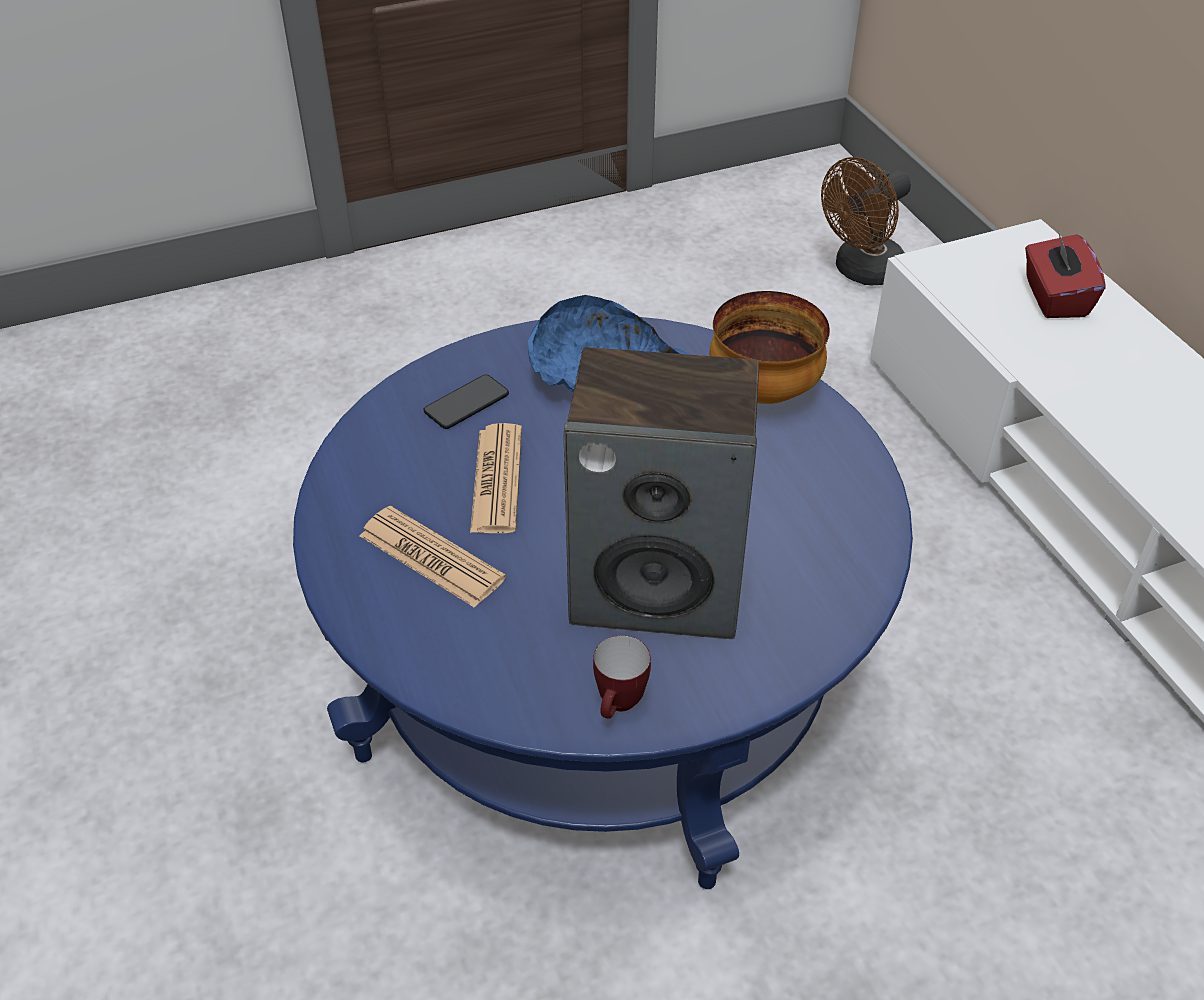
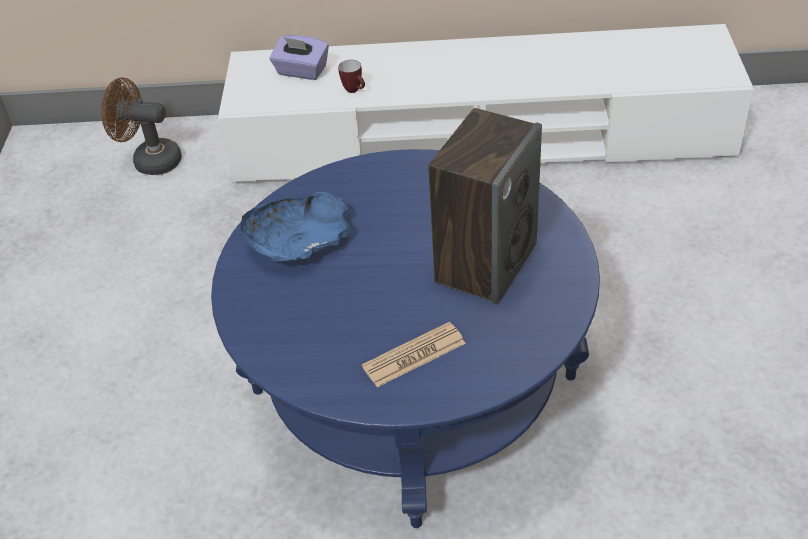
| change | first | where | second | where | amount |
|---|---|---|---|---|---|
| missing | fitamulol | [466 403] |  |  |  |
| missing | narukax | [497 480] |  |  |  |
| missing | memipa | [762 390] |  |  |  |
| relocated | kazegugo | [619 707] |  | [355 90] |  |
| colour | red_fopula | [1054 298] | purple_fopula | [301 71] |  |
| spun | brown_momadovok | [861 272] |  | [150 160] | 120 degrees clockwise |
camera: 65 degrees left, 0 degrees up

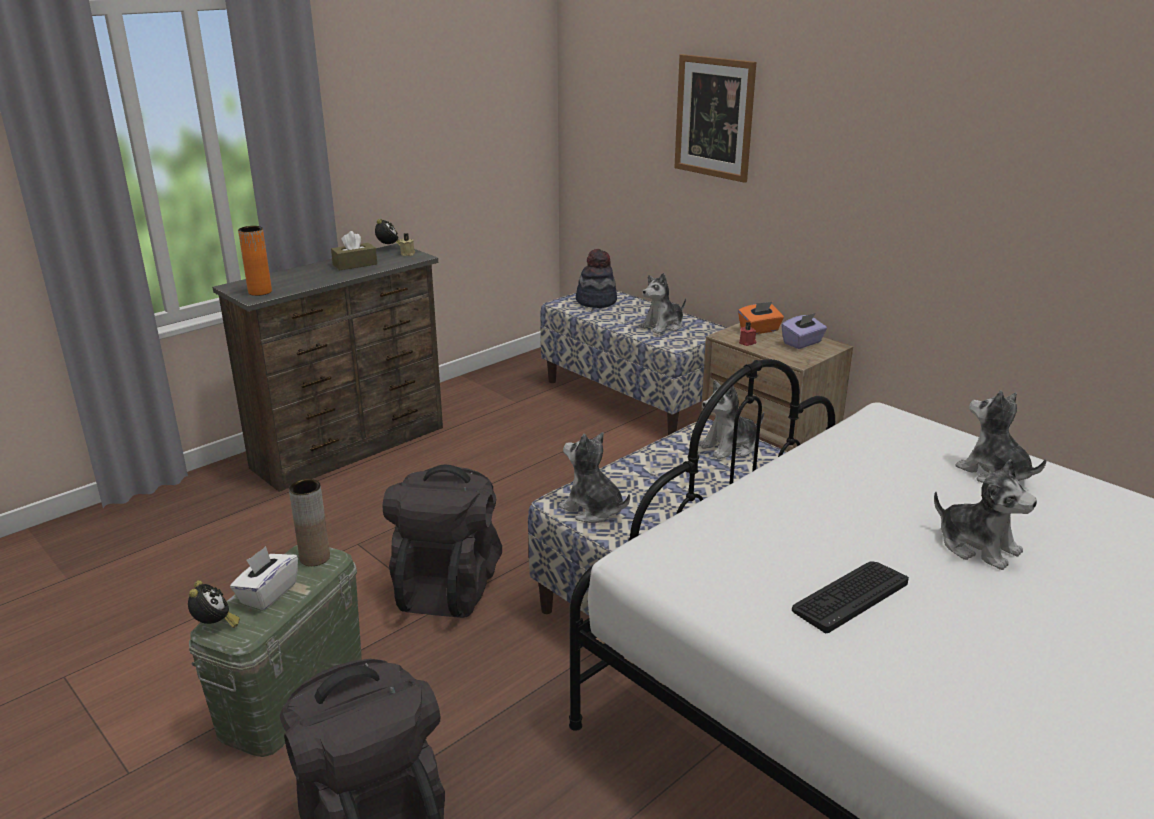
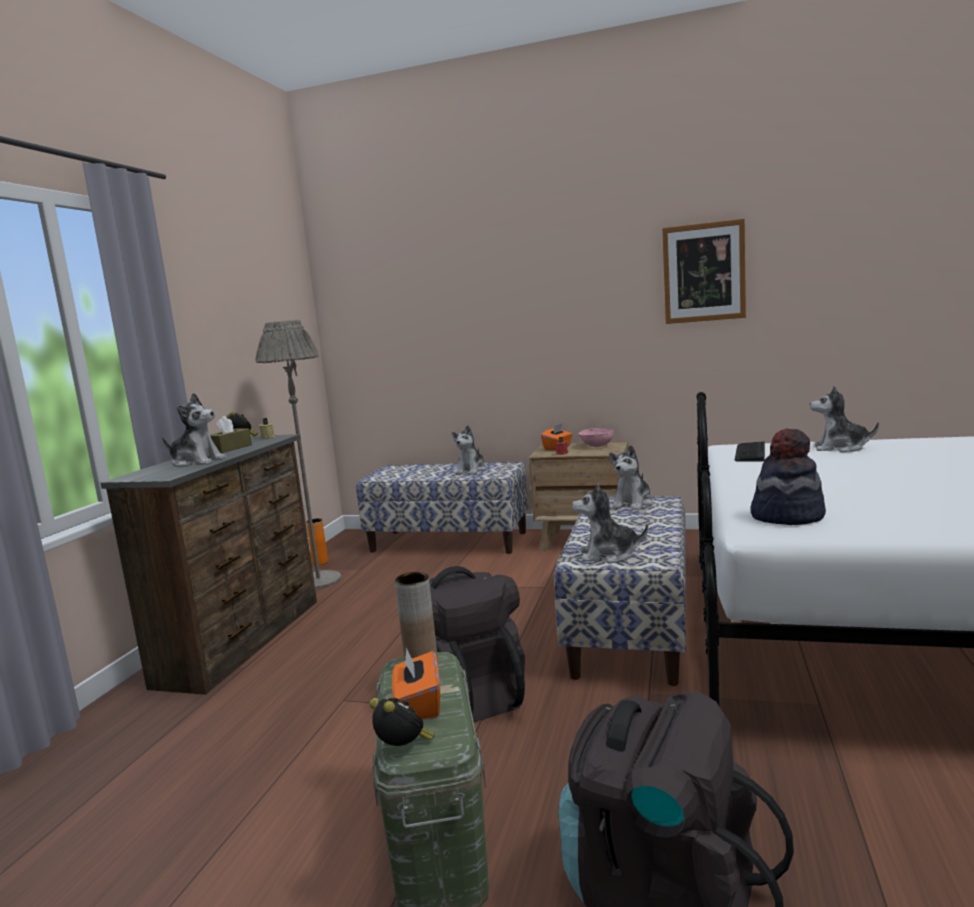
| change | first | where | second | where | amount |
|---|---|---|---|---|---|
| appeared |  |  | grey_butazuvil | [318 580] |  |
| relocated | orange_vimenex | [260 292] |  | [320 562] |  |
| relocated | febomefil | [596 301] |  | [787 516] |  |
| relocated | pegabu | [714 117] |  | [703 272] |  |
| relocated | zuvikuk | [849 596] |  | [750 453] |  |
| relocated | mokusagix | [977 546] |  | [197 462] |  |
| exchanged | purple_fopula | [802 343] | pink_memipa | [596 446] |  |
| colour | white_fopula | [267 593] | orange_fopula | [418 705] |  |
camera: 30 degrees left, 15 degrees down

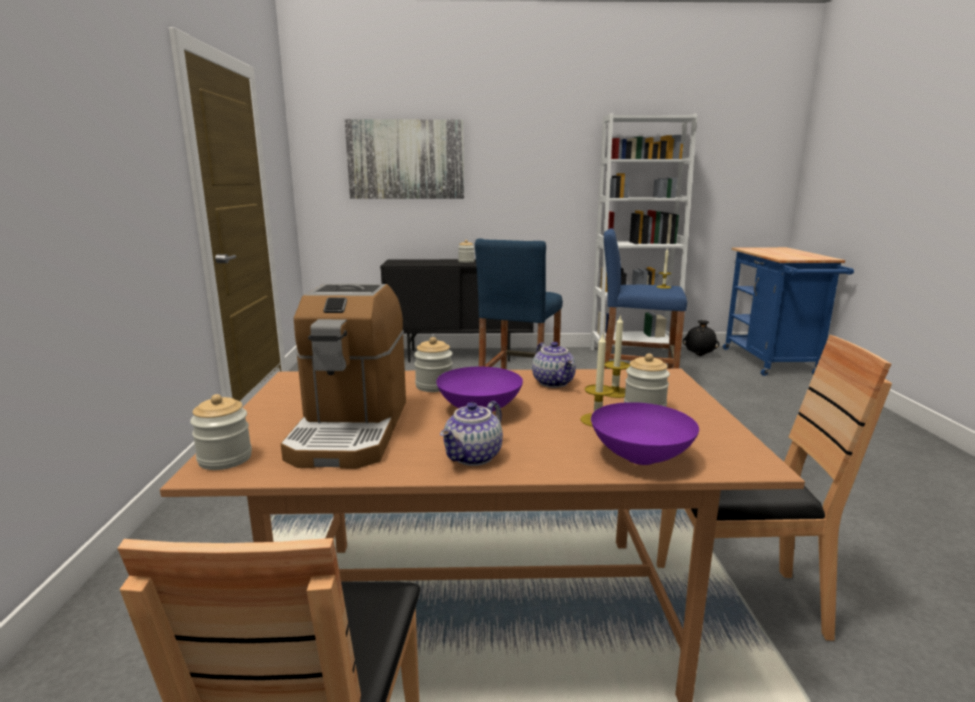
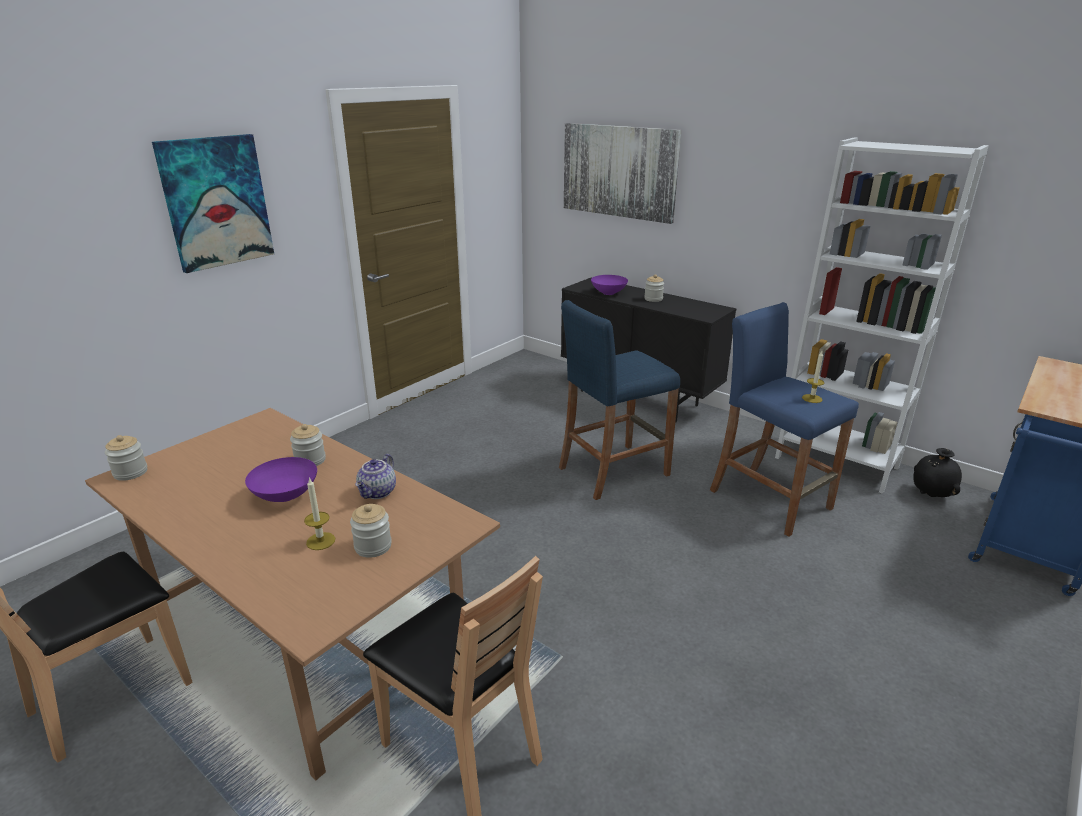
| change | first | where | second | where | amount |
|---|---|---|---|---|---|
| missing | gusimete | [351 429] |  |  |  |
| missing | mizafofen | [474 457] |  |  |  |
| missing | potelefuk | [615 392] |  |  |  |
| appeared |  |  | pegabu | [216 202] |  |
| relocated | purple_memipa | [640 458] |  | [608 293] |  |
camera: 40 degrees right, 10 degrees up

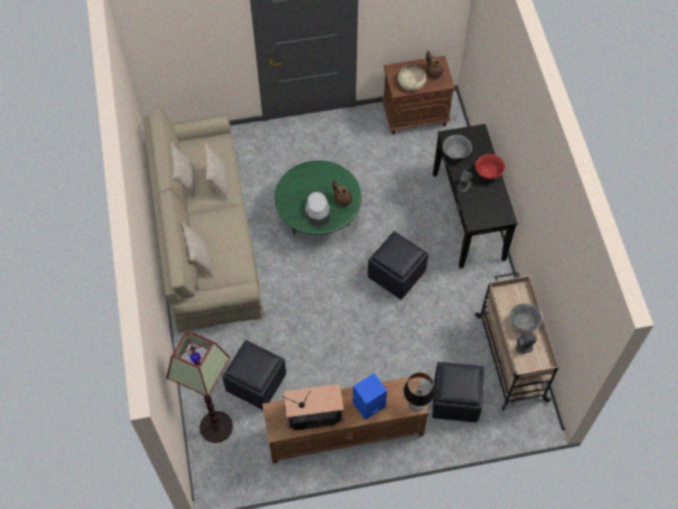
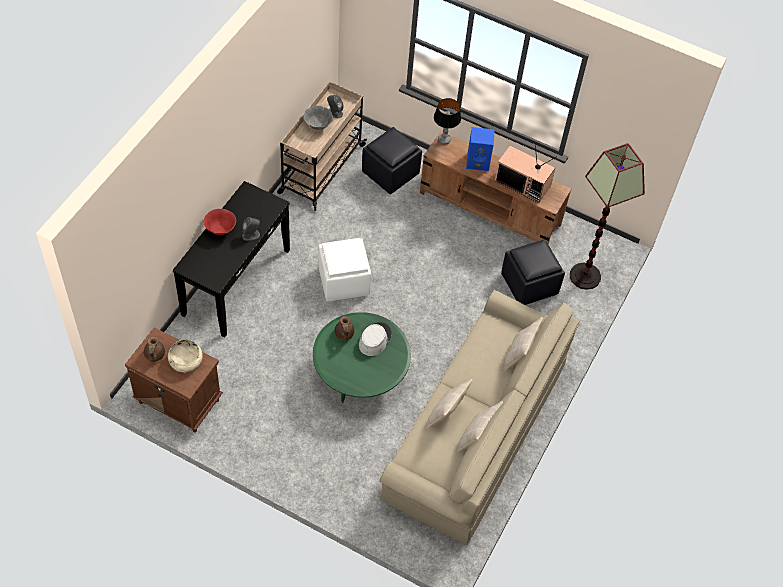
| change | first | where | second | where | amount |
|---|---|---|---|---|---|
| missing | grey_memipa | [456 154] |  |  |  |
| colour | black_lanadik | [396 274] | white_lanadik | [344 281] |  |
camera: 145 degrees left, 5 degrees down

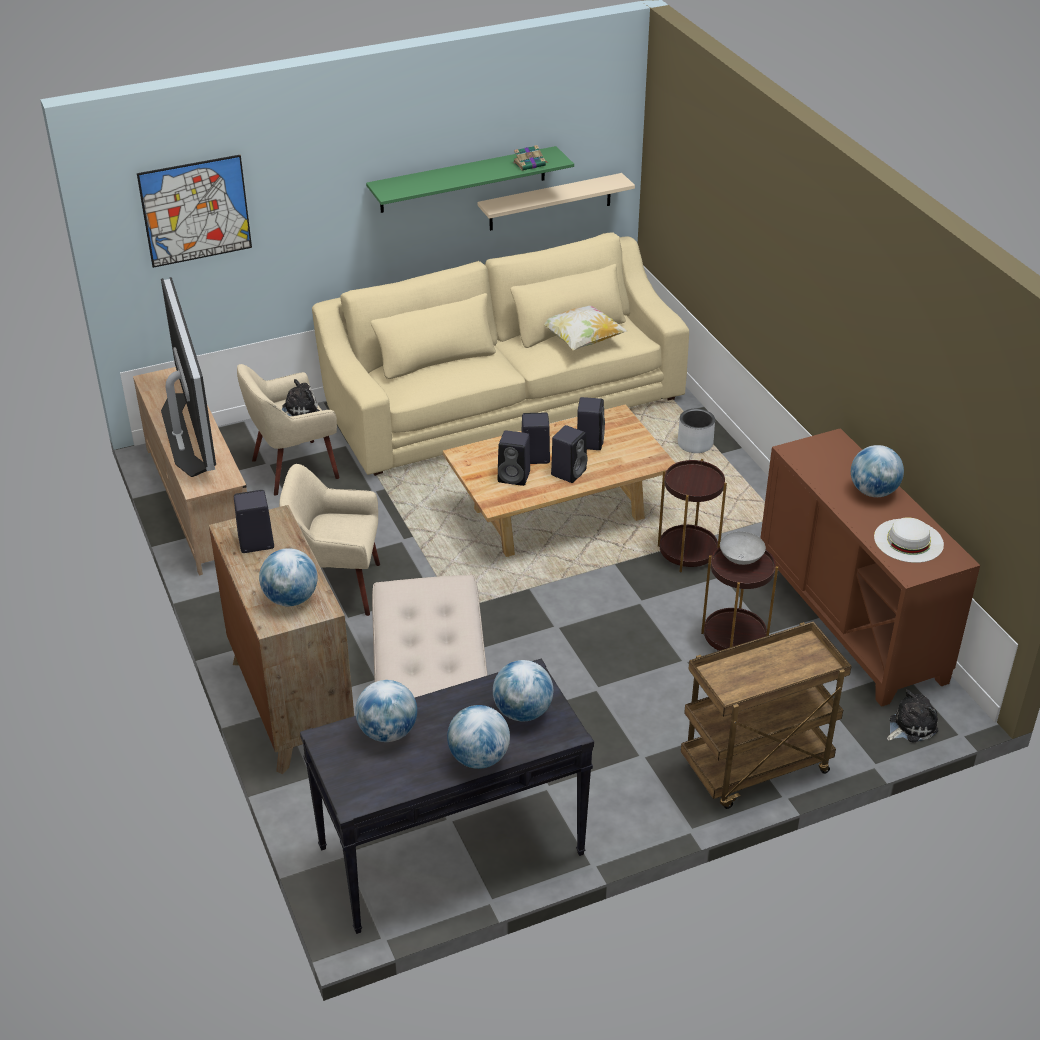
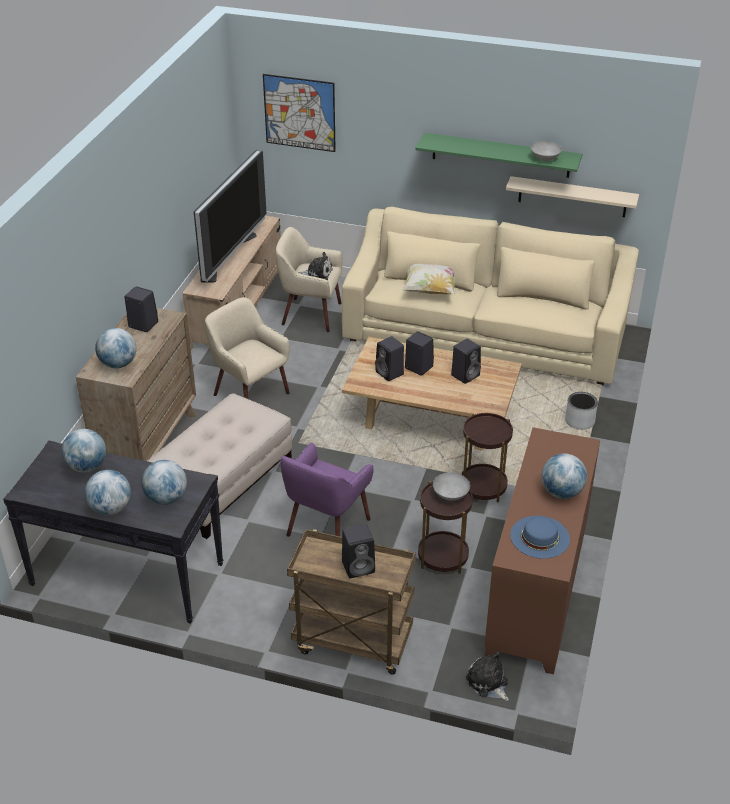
| change | first | where | second | where | amount |
|---|---|---|---|---|---|
| appeared |  |  | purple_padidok | [326 527] |  |
| relocated | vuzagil | [582 340] |  | [430 289] |  |
| relocated | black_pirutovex | [569 472] |  | [359 566] |  |
| exchanged | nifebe | [530 164] | grey_memipa | [545 159] |  |
| colour | white_febomefil | [908 540] | blue_febomefil | [540 537] |  |
| spun | mokusagix | [910 726] |  | [488 683] | 135 degrees counterclockwise |
camera: 40 degrees right, 0 degrees up

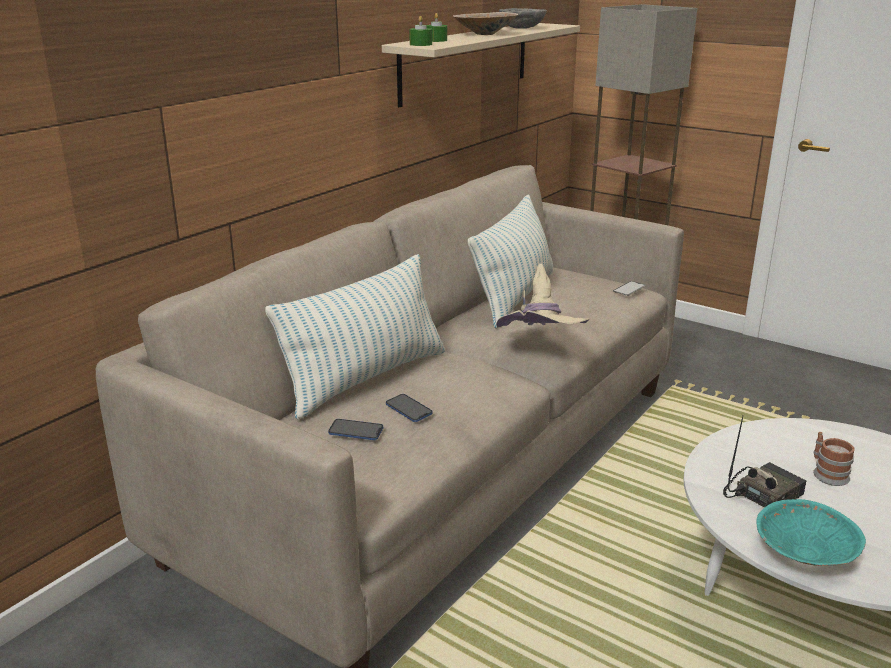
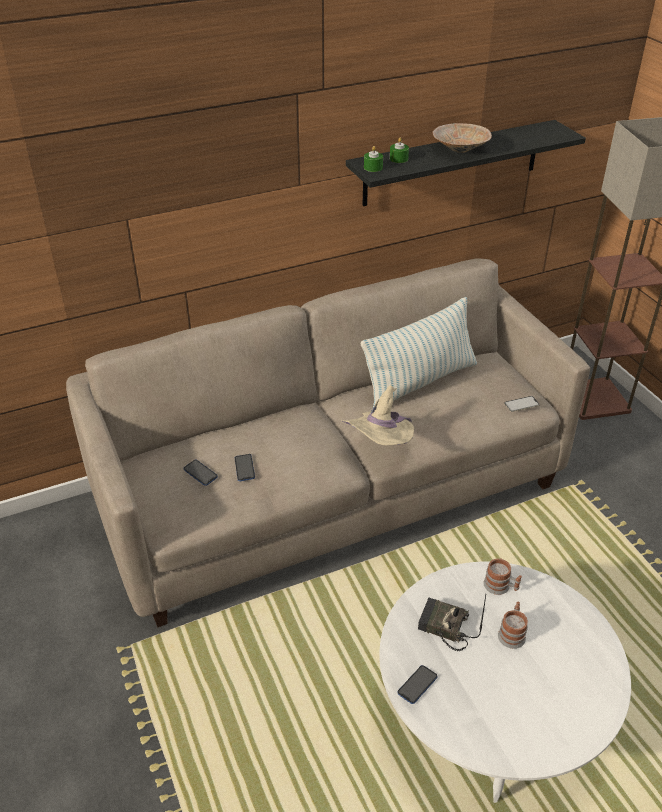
| change | first | where | second | where | amount |
|---|---|---|---|---|---|
| missing | vuzagil | [366 379] |  |  |  |
| missing | grey_memipa | [522 28] |  |  |  |
| appeared |  |  | kazegugo | [500 586] |  |
| exchanged | turquoise_memipa | [803 554] | fitamulol | [417 685] |  |
| colour | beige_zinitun | [466 62] | black_zinitun | [452 163] |  |
| spun | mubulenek | [762 494] |  | [443 628] | 150 degrees counterclockwise |
camera: 30 degrees right, 15 degrees up

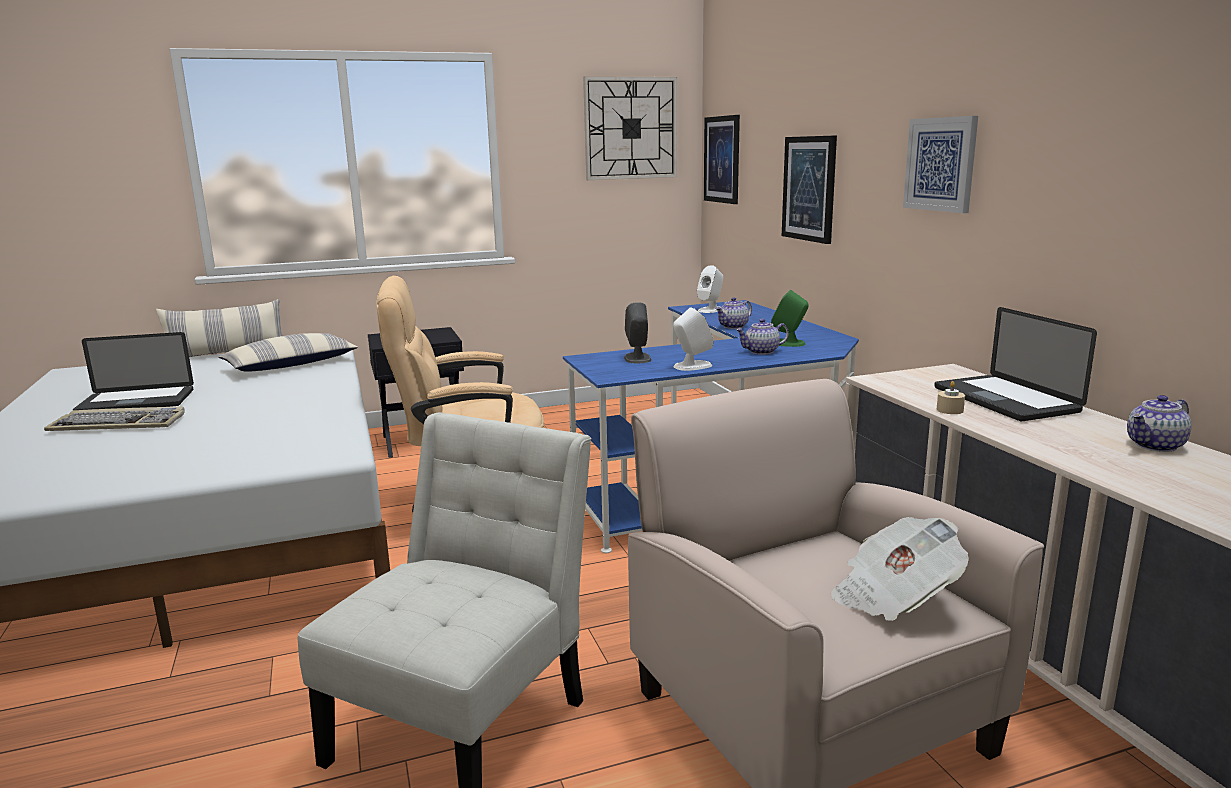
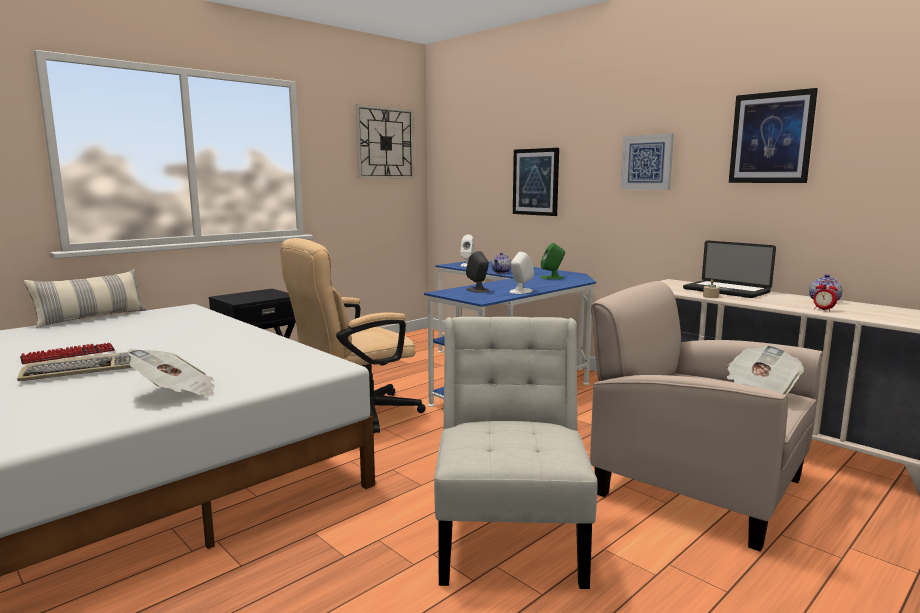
| change | first | where | second | where | amount |
|---|---|---|---|---|---|
| missing | vuzagil | [291 365] |  |  |  |
| missing | mizafofen | [761 352] |  |  |  |
| appeared |  |  | narukax | [176 393] |  |
| appeared |  |  | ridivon | [823 310] |  |
| relocated | pegabu | [722 159] |  | [771 138] |  |
| exchanged | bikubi | [136 402] | zuvikuk | [68 355] |  |
camera: 25 degrees left, 5 degrees down

